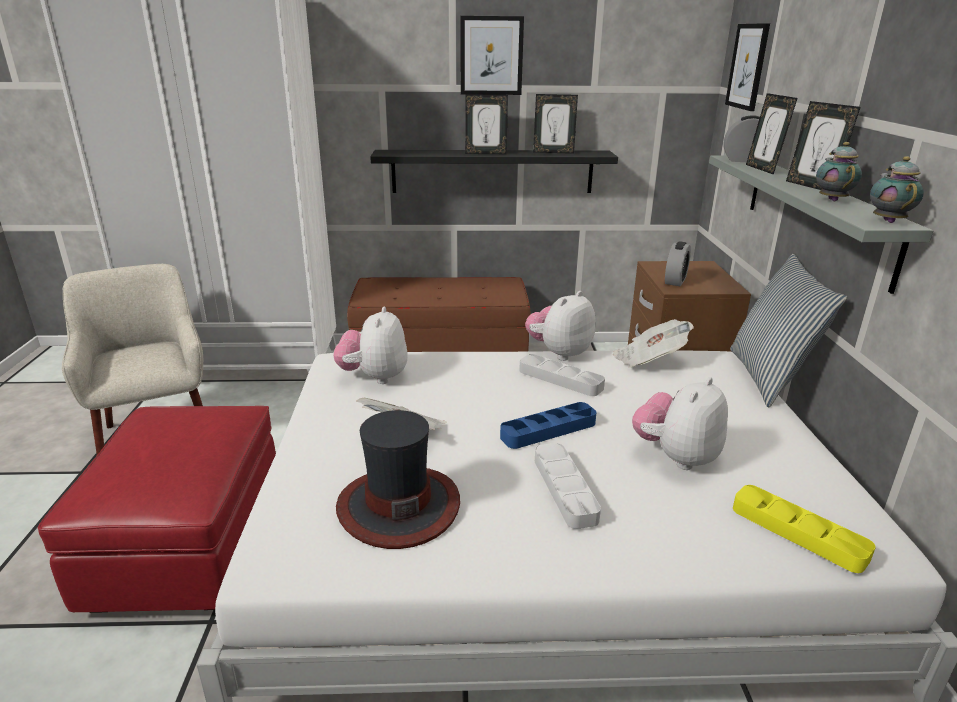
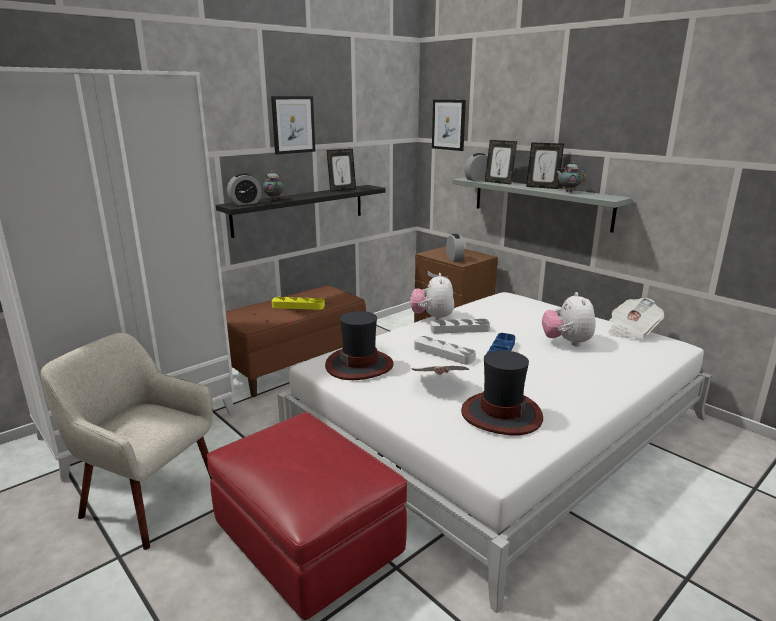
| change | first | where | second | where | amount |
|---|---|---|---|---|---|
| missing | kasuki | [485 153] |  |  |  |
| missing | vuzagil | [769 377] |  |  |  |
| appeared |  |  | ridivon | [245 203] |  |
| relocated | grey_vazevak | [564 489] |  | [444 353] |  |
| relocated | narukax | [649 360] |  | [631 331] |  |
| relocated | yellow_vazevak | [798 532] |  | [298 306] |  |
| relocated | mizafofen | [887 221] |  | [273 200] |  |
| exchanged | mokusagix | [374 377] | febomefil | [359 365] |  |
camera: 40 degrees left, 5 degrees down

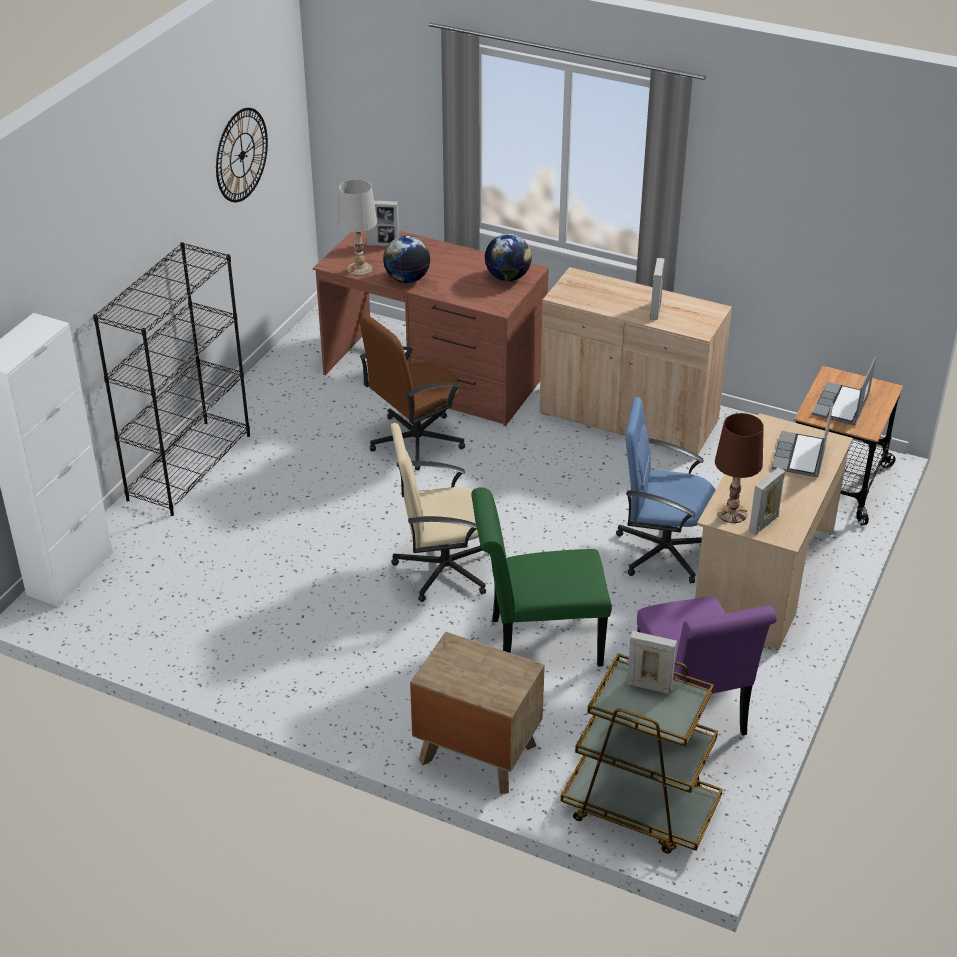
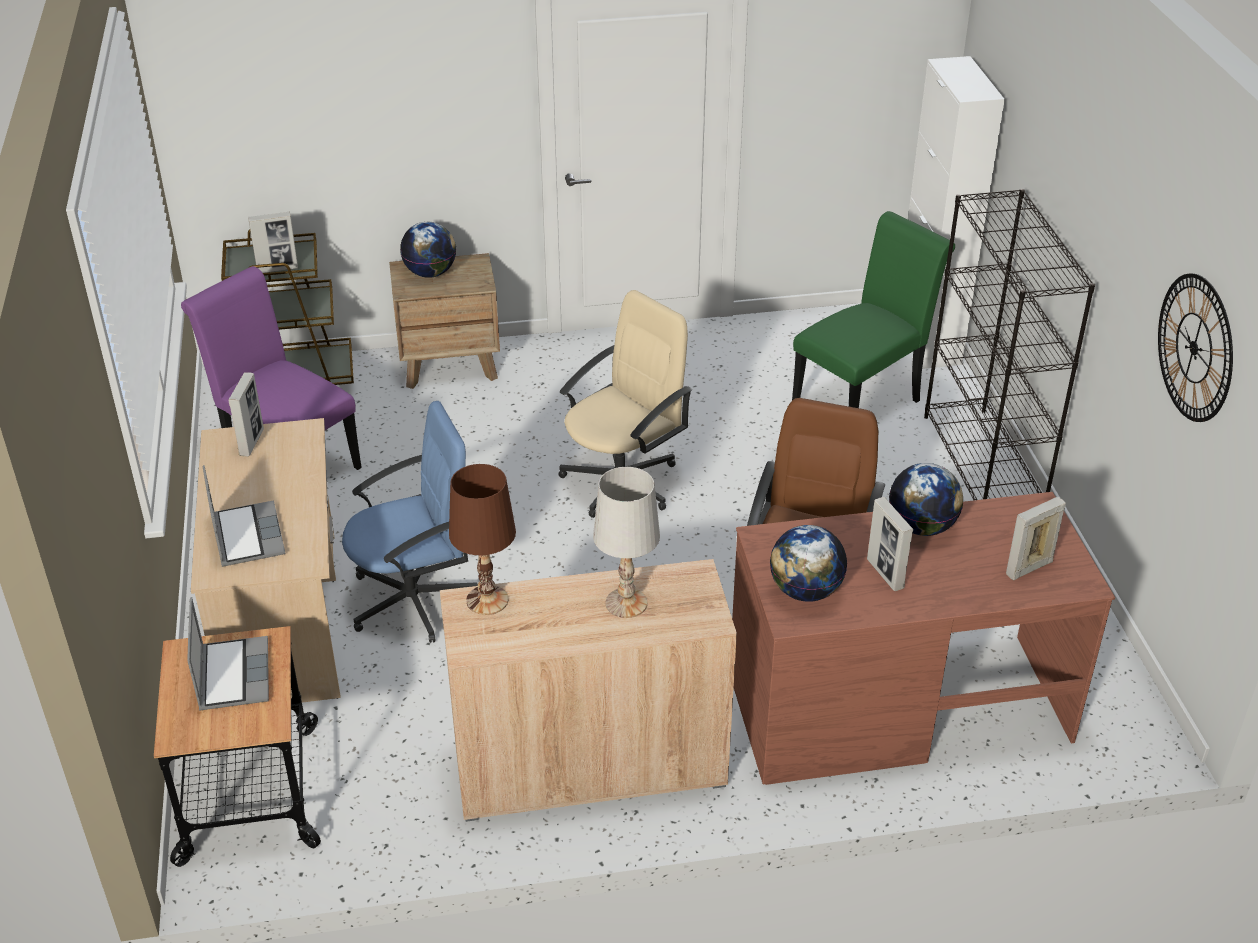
| change | first | where | second | where | amount |
|---|---|---|---|---|---|
| appeared |  |  | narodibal | [430 273] |  |
| relocated | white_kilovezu | [360 269] |  | [625 603] |  |
| relocated | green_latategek | [537 643] |  | [862 400] |  |
| relocated | kasuki | [655 310] |  | [885 574] |  |
| relocated | brown_kilovezu | [732 513] |  | [487 600] |  |
camera: 145 degrees right, 0 degrees up

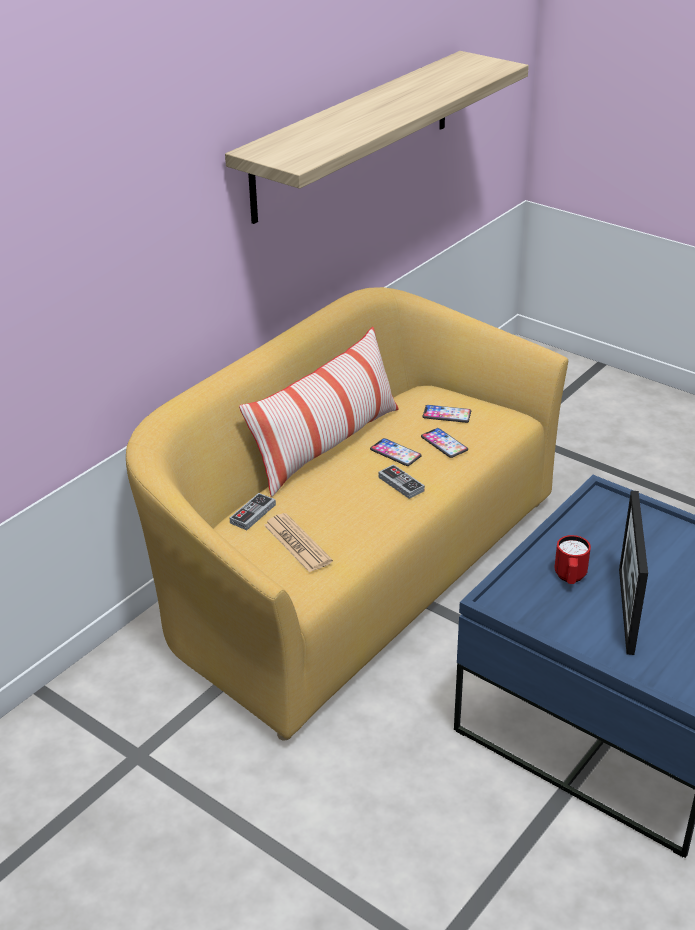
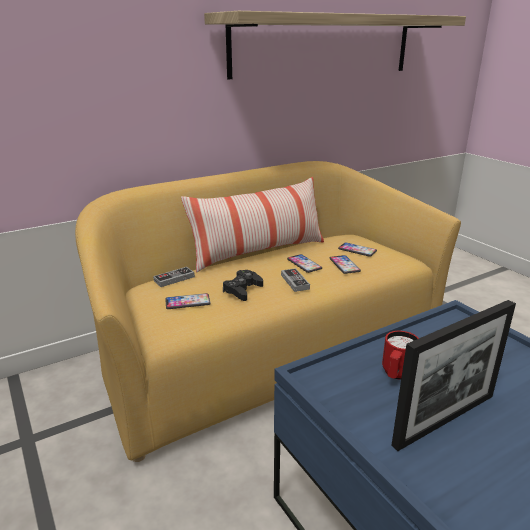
| change | first | where | second | where | amount |
|---|---|---|---|---|---|
| appeared |  |  | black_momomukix | [242 290] |  |
| exchanged | narukax | [297 543] | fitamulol | [187 302] |  |
| spun | kasuki | [626 610] |  | [445 419] | 150 degrees counterclockwise |
camera: 20 degrees right, 10 degrees down

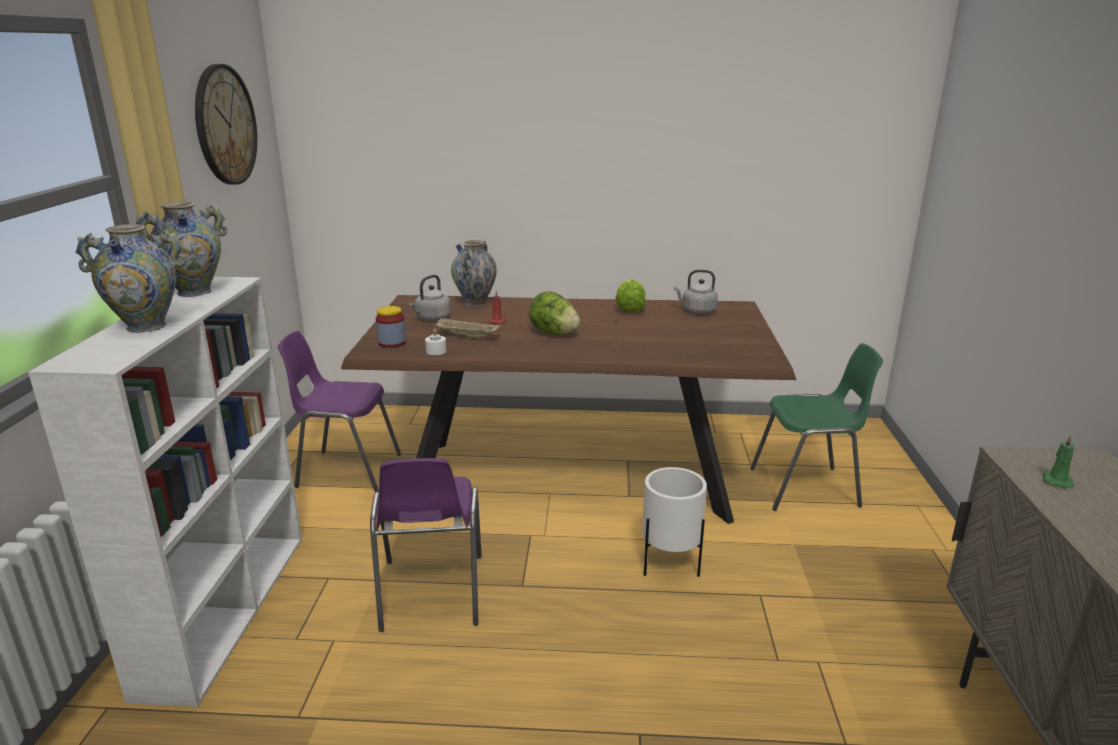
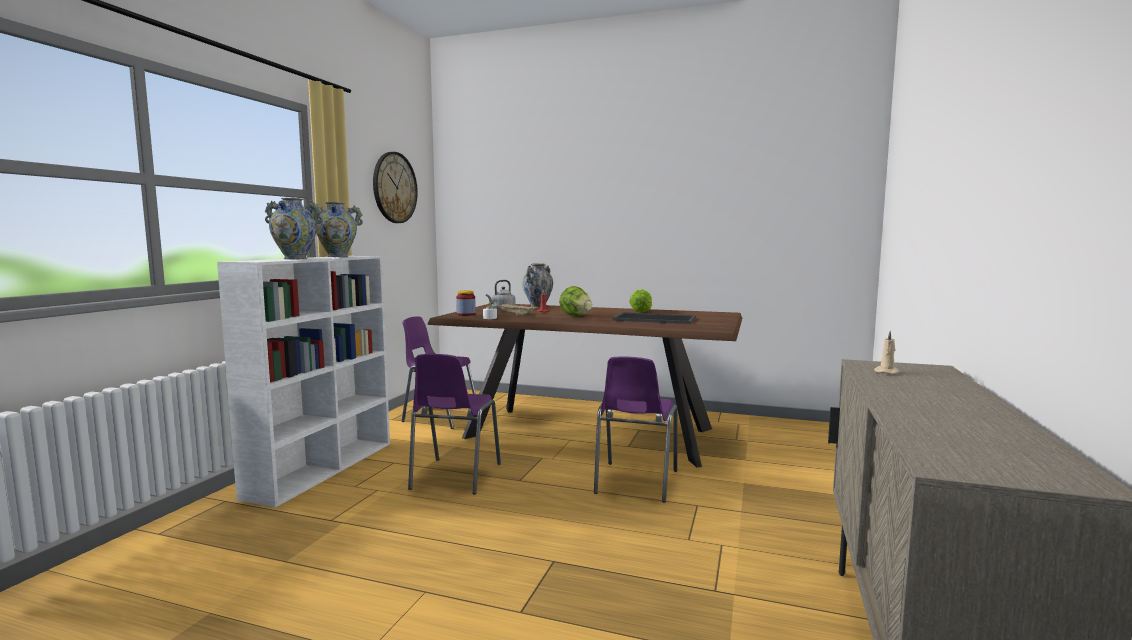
| change | first | where | second | where | amount |
|---|---|---|---|---|---|
| missing | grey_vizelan | [696 311] |  |  |  |
| missing | green_latategek | [807 488] |  |  |  |
| appeared |  |  | vazevak | [655 319] |  |
| exchanged | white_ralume | [669 566] | purple_latategek | [635 483] |  |
| colour | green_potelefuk | [1056 481] | beige_potelefuk | [887 372] |  |
camera: 15 degrees right, 15 degrees down

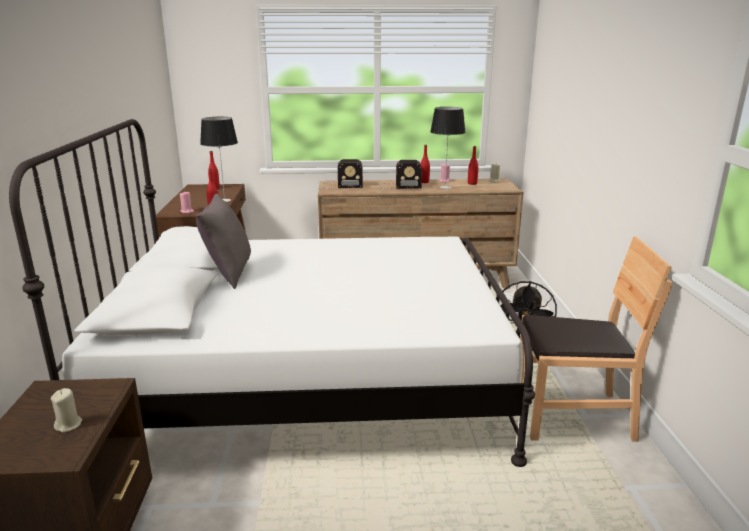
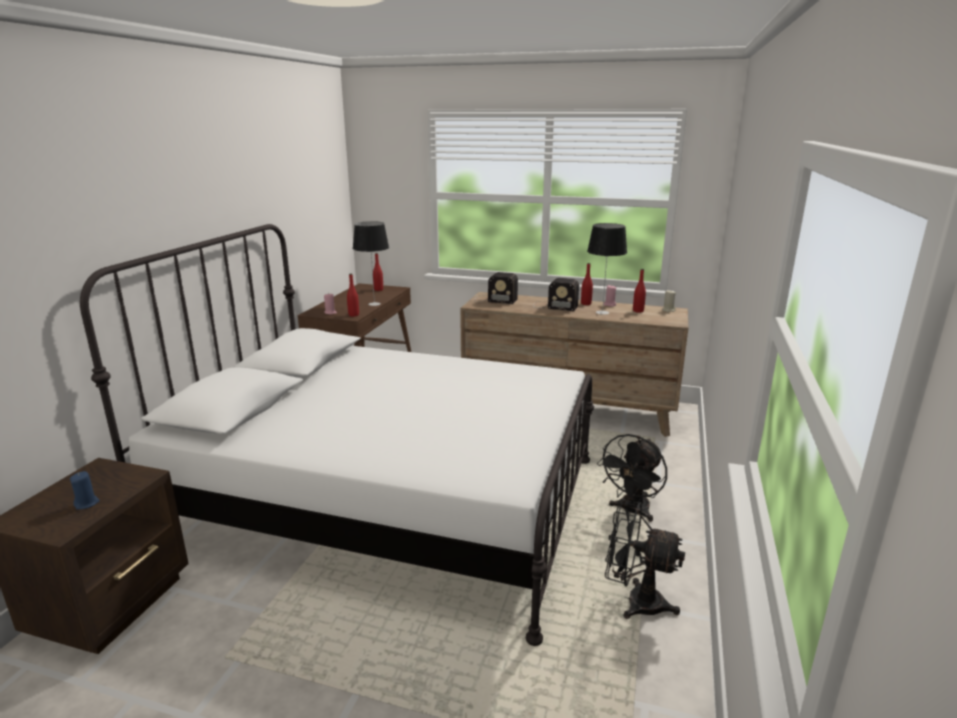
| change | first | where | second | where | amount |
|---|---|---|---|---|---|
| missing | grey_vuzagil | [228 274] |  |  |  |
| exchanged | brown_latategek | [572 415] | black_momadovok | [635 601] |  |
| colour | beige_potelefuk | [69 425] | blue_potelefuk | [87 503] |  |
camera: 20 degrees right, 0 degrees up

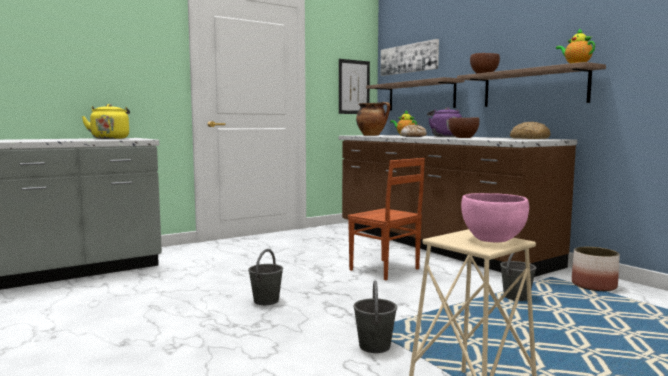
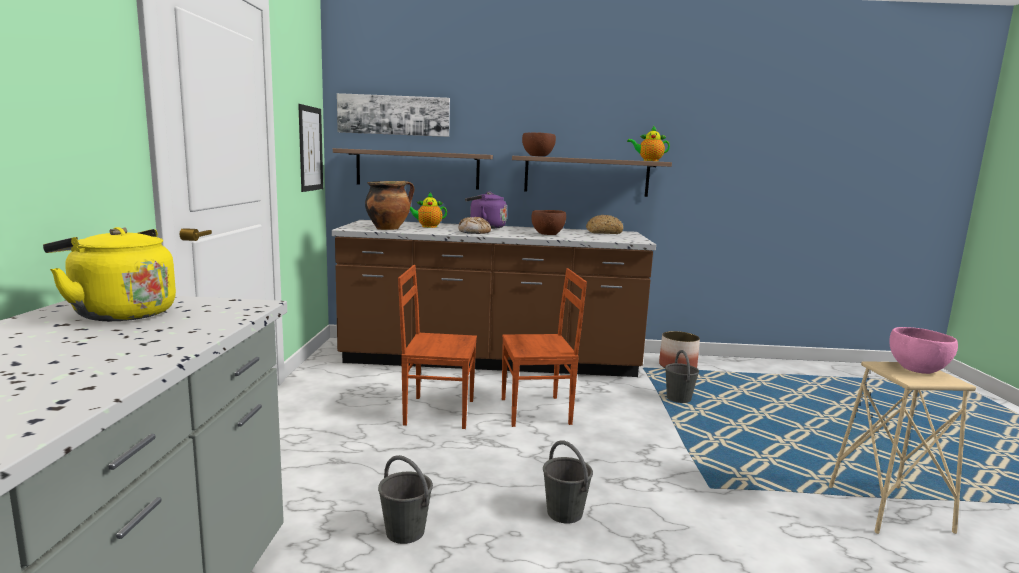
| change | first | where | second | where | amount |
|---|---|---|---|---|---|
| appeared |  |  | brown_latategek | [438 411] |  |
| relocated | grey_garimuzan | [374 346] |  | [406 532] |  |
camera: 55 degrees left, 5 degrees up

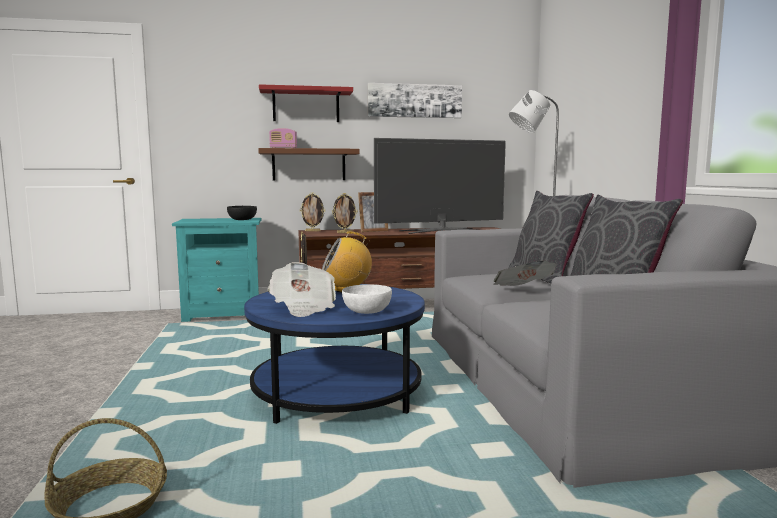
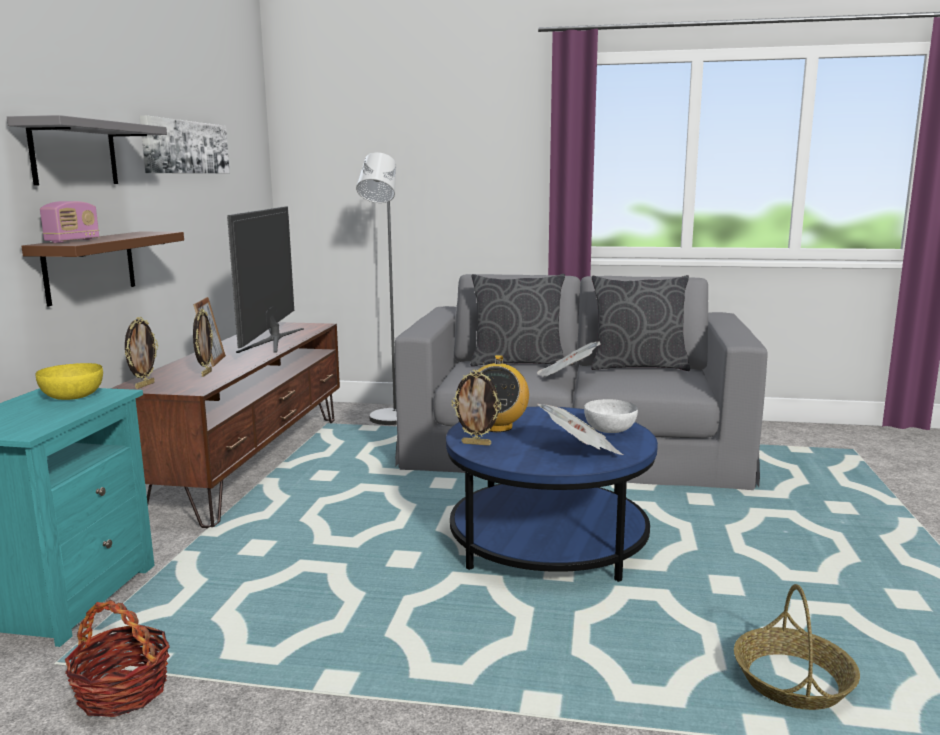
| change | first | where | second | where | amount |
|---|---|---|---|---|---|
| appeared |  |  | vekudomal | [122 691] |  |
| colour | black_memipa | [242 219] | yellow_memipa | [73 396] |  |
| colour | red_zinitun | [306 105] | grey_zinitun | [74 153] |  |
camera: 70 degrees left, 5 degrees up

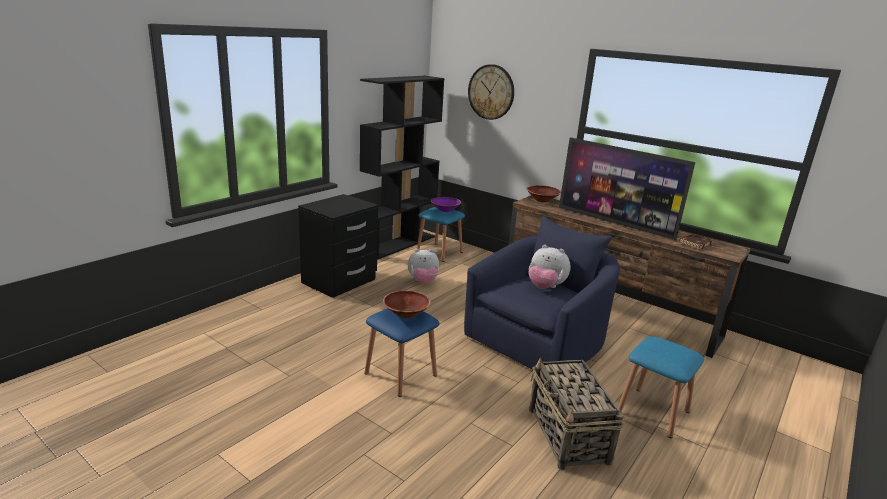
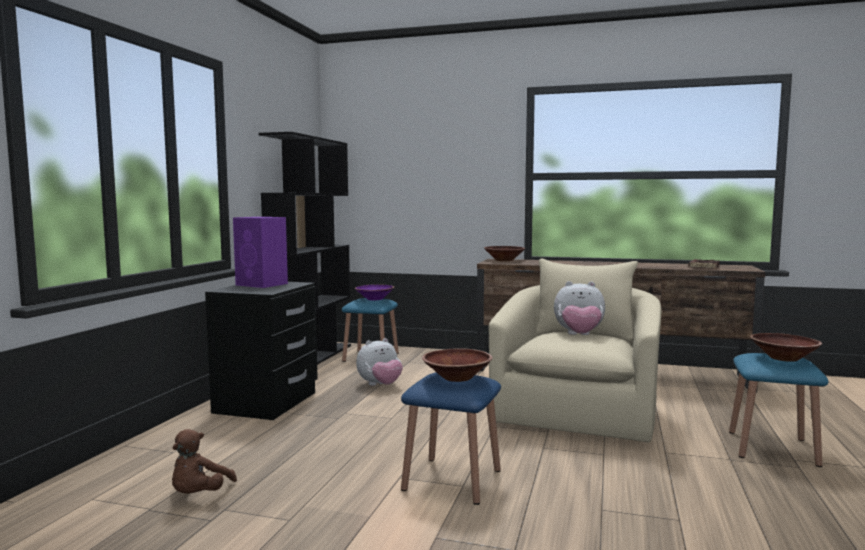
| change | first | where | second | where | amount |
|---|---|---|---|---|---|
| missing | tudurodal | [491 92] |  |  |  |
| missing | vekudomal | [568 436] |  |  |  |
| missing | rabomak | [615 223] |  |  |  |
| appeared |  |  | brown_mokusagix | [199 495] |  |
| appeared |  |  | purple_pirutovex | [262 284] |  |
| appeared |  |  | brown_memipa | [783 358] |  |
| colour | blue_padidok | [540 341] | beige_padidok | [578 412] |  |
camera: 20 degrees left, 15 degrees down

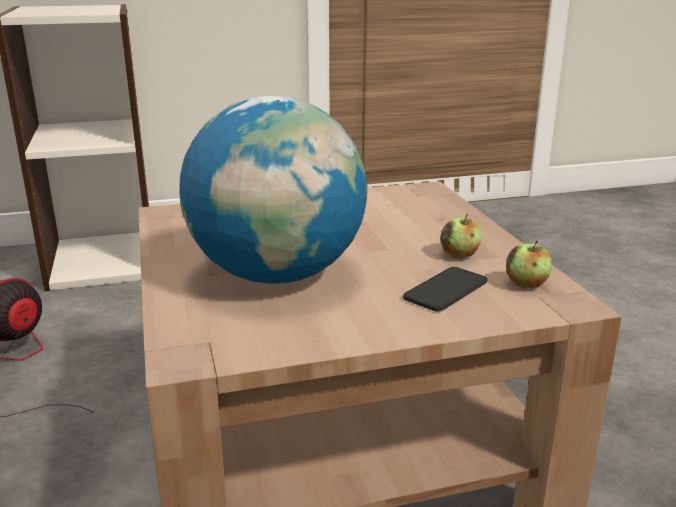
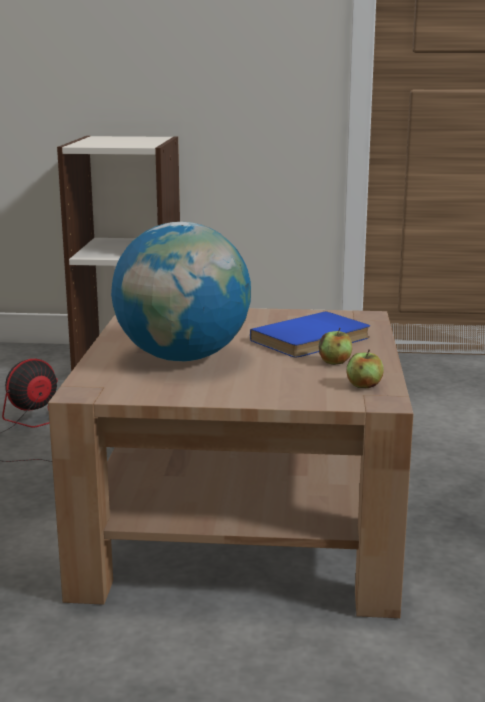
| change | first | where | second | where | amount |
|---|---|---|---|---|---|
| missing | fitamulol | [446 290] |  |  |  |
| appeared |  |  | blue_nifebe | [313 340] |  |
camera: 20 degrees right, 5 degrees down

